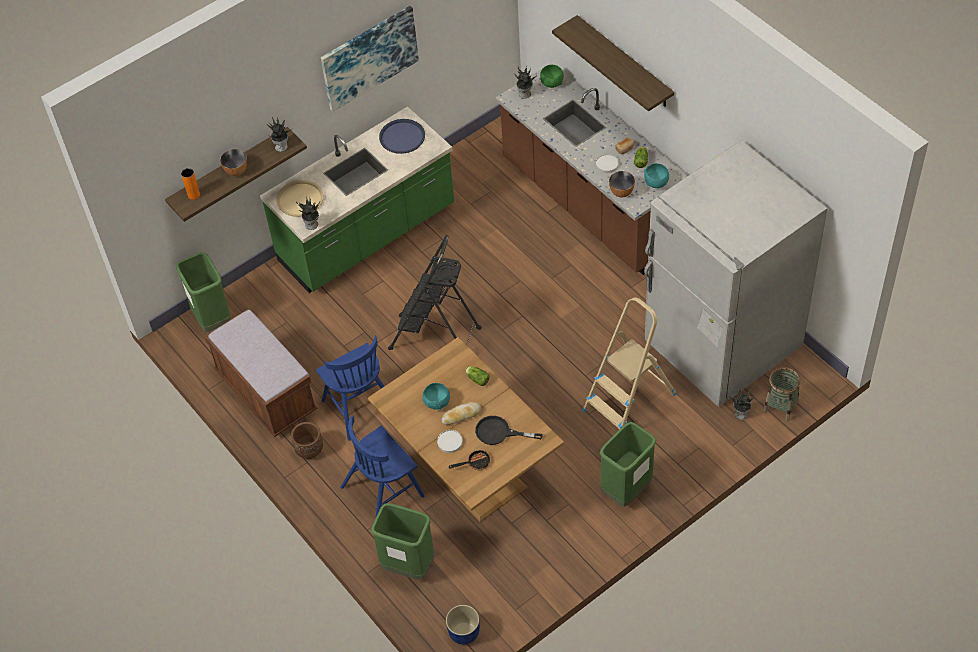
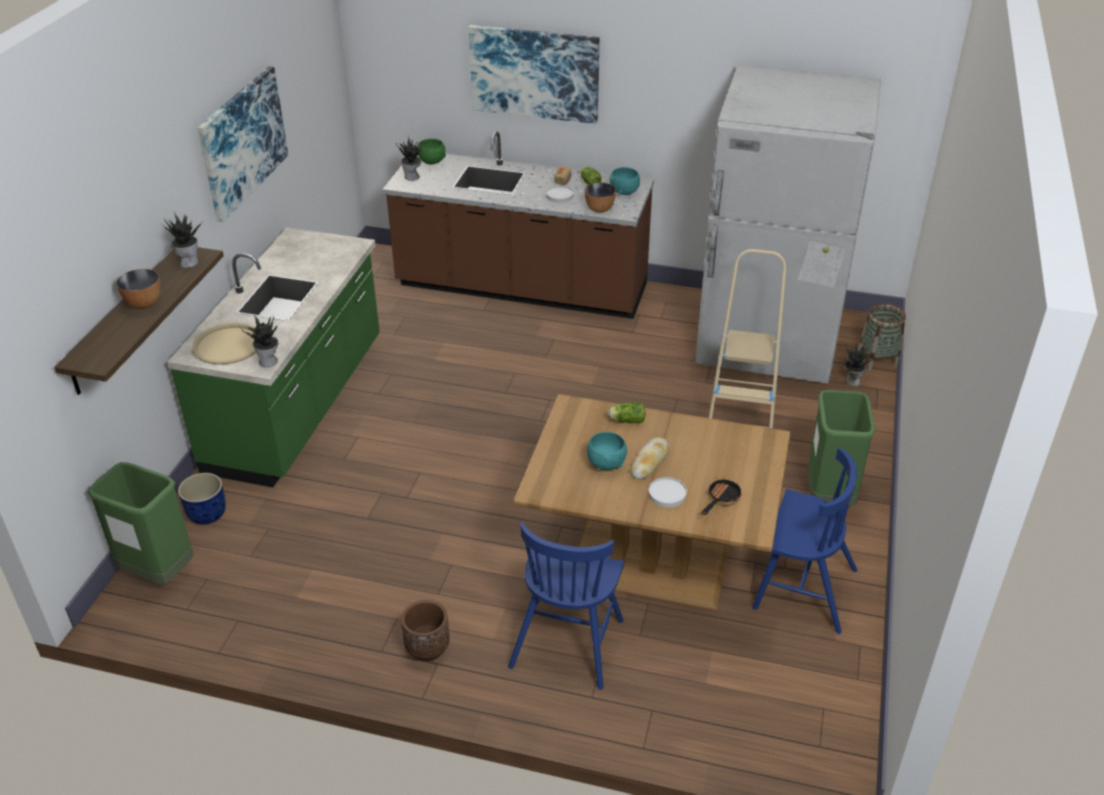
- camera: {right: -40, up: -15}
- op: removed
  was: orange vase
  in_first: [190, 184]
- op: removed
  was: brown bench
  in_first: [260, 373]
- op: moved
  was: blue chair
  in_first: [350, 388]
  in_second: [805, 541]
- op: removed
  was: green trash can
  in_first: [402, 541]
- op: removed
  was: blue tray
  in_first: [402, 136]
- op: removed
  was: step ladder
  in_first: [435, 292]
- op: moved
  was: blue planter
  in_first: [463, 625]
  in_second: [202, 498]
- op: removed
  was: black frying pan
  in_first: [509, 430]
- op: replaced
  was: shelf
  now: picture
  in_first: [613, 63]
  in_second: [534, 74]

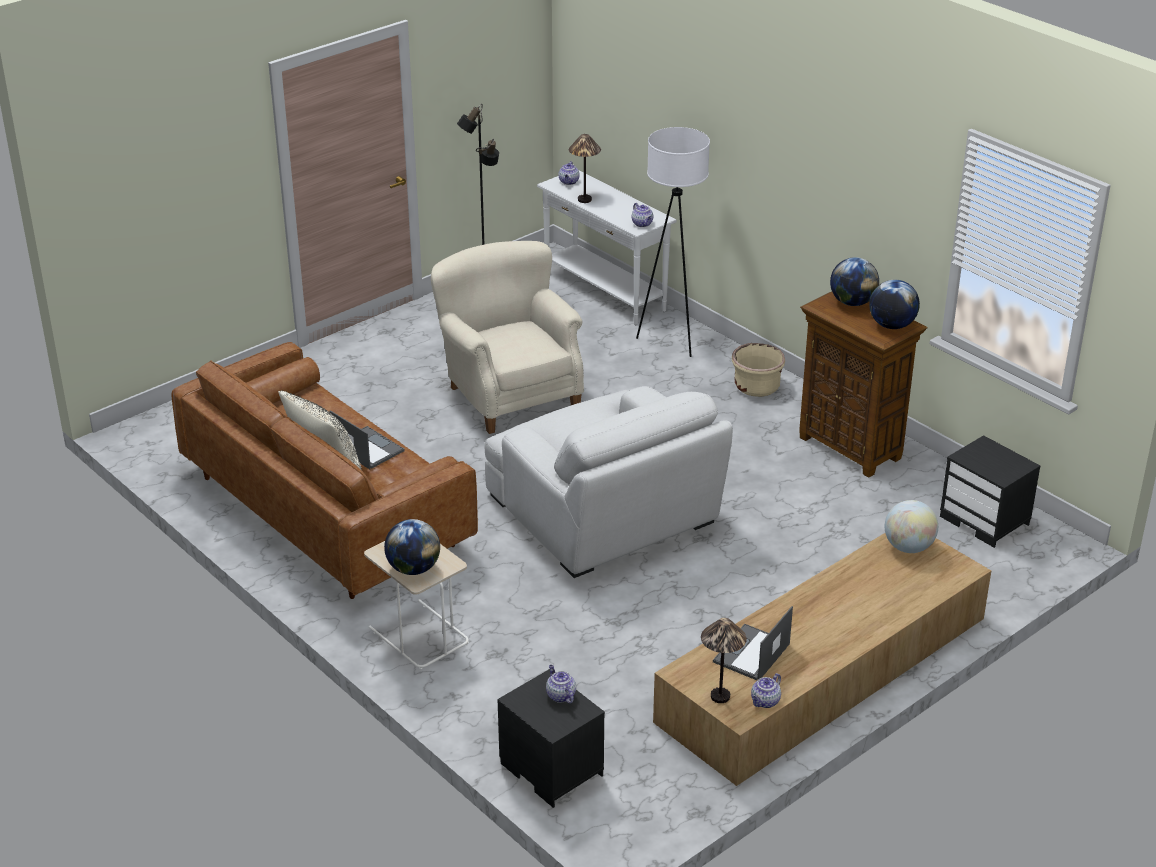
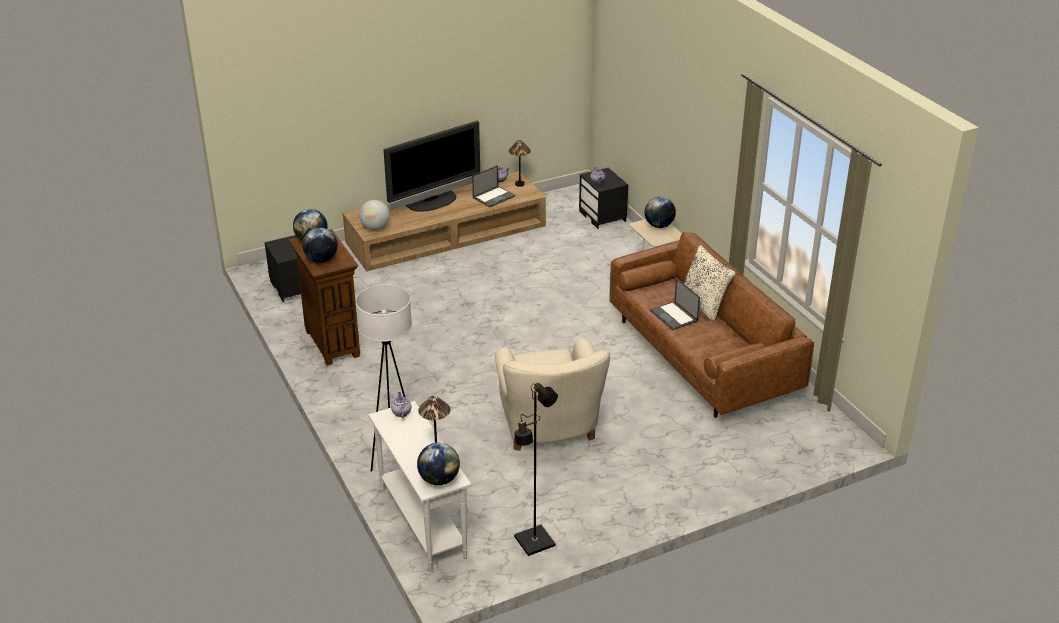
- camera: {right: -165, up: 0}
- op: removed
  was: white armchair
  in_first: [609, 482]
- op: replaced
  was: teapot
  now: globe
  in_first: [569, 173]
  in_second: [438, 464]
- op: removed
  was: beige planter
  in_first: [758, 370]
- op: added
  now: television
  in_second: [431, 166]

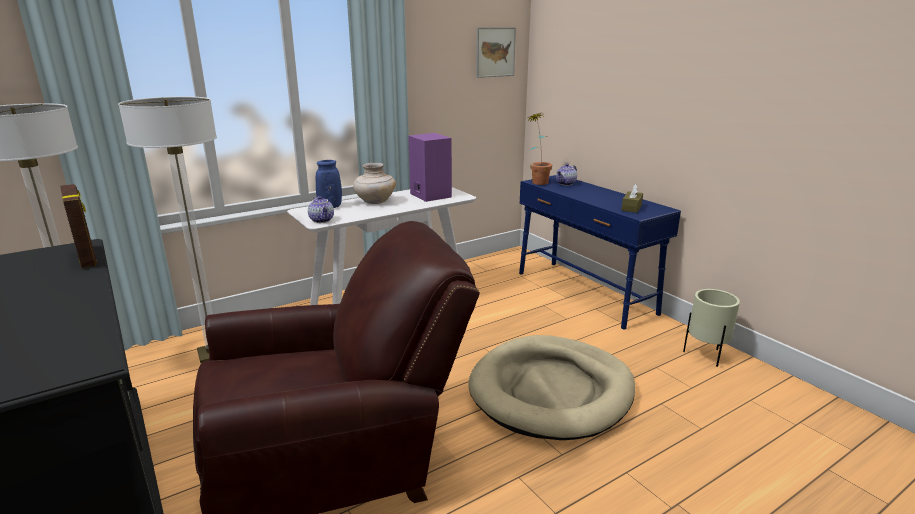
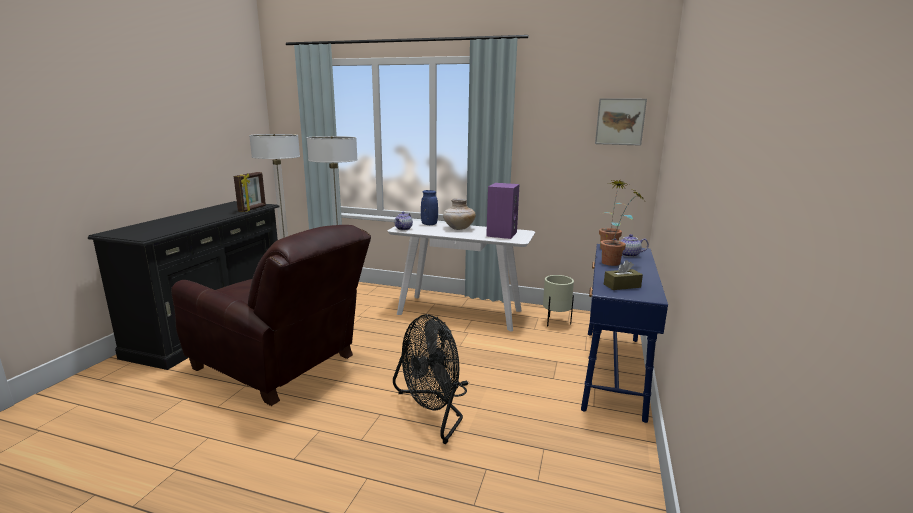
- camera: {right: 50, up: -5}
- op: replaced
  was: beige dog bed
  now: black fan
  in_first: [551, 387]
  in_second: [430, 379]
- op: moved
  was: beige planter
  in_first: [711, 328]
  in_second: [558, 300]
- op: added
  now: potted plant
  in_second: [622, 227]

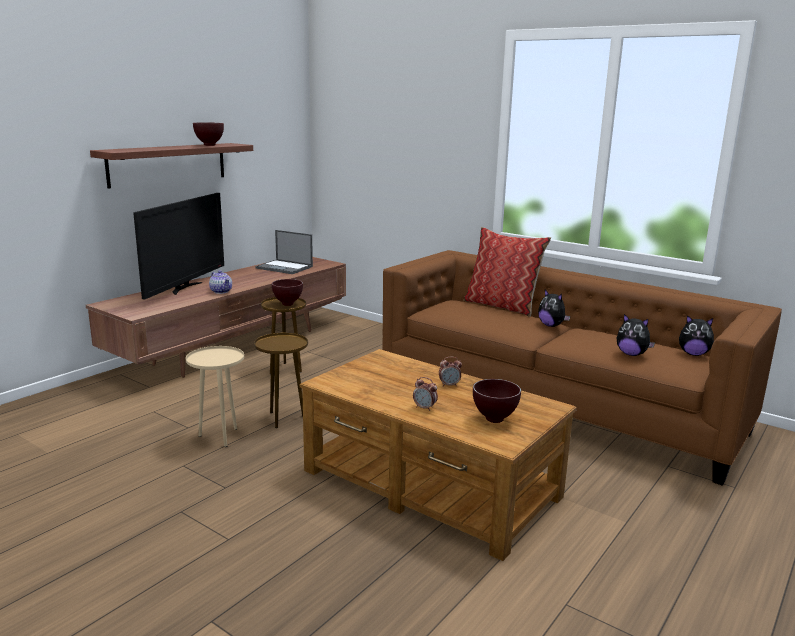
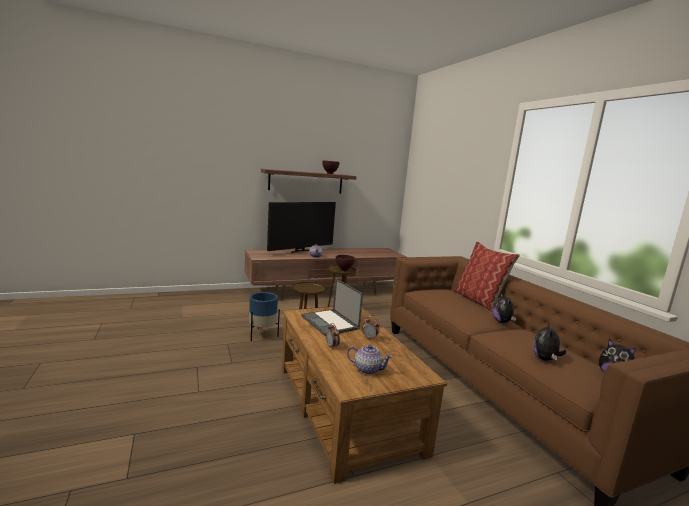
- camera: {right: 30, up: -5}
- op: replaced
  was: beige side table
  now: blue planter
  in_first: [215, 396]
  in_second: [264, 316]
- op: moved
  was: laptop
  in_first: [284, 252]
  in_second: [332, 307]
- op: replaced
  was: brown bowl
  now: teapot
  in_first: [497, 401]
  in_second: [370, 360]
- op: turned
  was: plush toy
  in_first: [636, 335]
  in_second: [549, 341]
  clockwise: 45

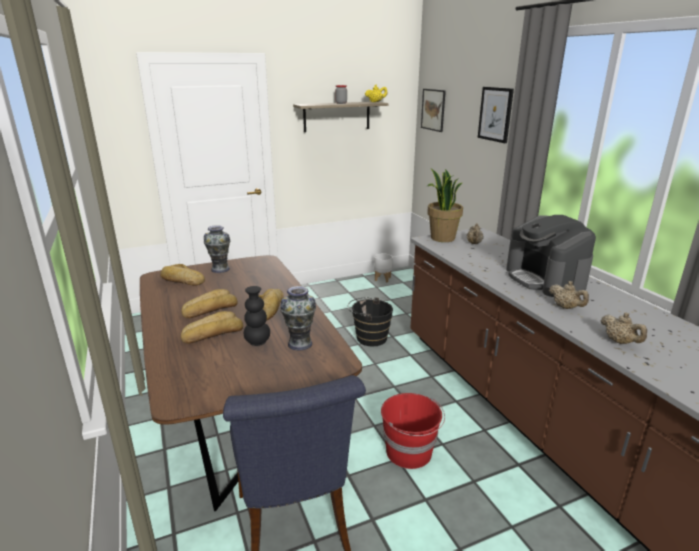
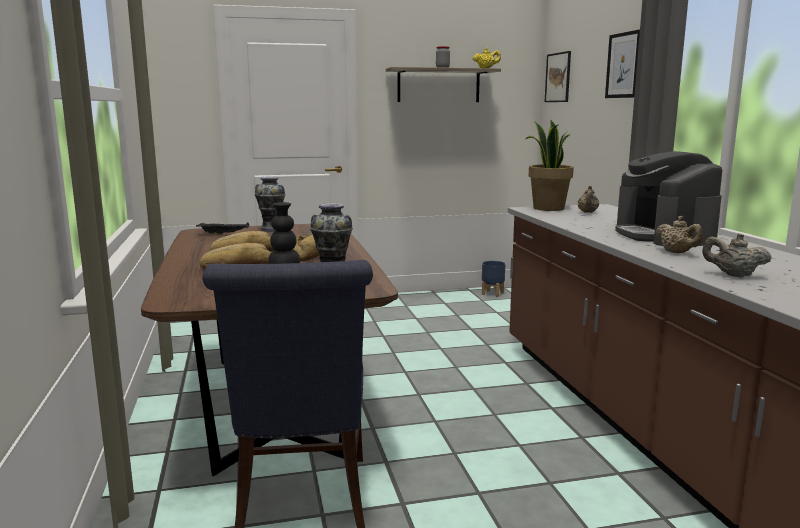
- camera: {right: 10, up: -10}
- op: replaced
  was: bread
  now: black tray
  in_first: [182, 275]
  in_second: [222, 228]
- op: removed
  was: black bucket
  in_first: [370, 322]
- op: recoloured
  was: white planter
  now: blue planter
  in_first: [383, 268]
  in_second: [493, 279]
- op: removed
  was: red bucket
  in_first: [413, 431]
- op: turned
  was: beige teapot
  in_first: [624, 328]
  in_second: [737, 255]
  clockwise: 135

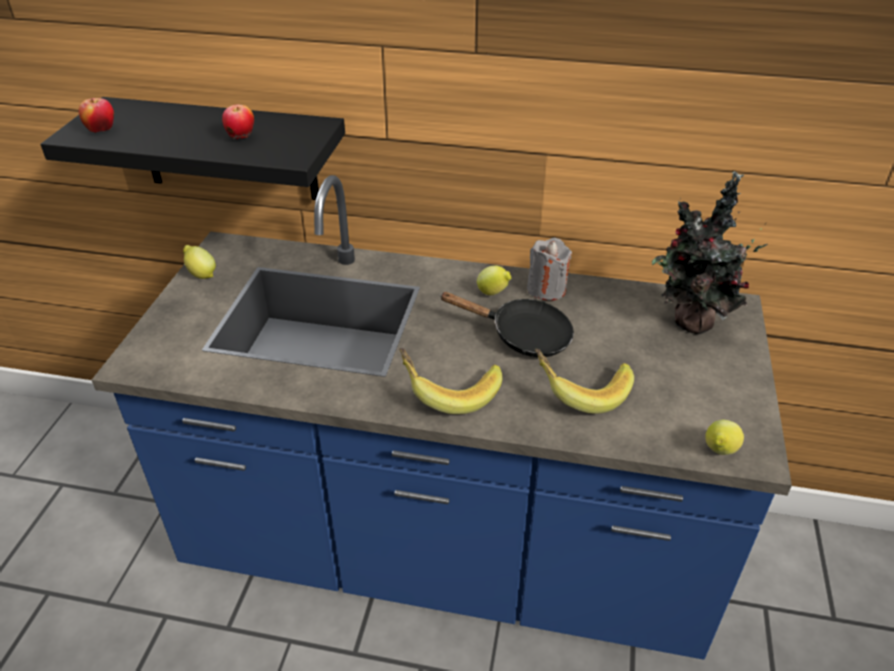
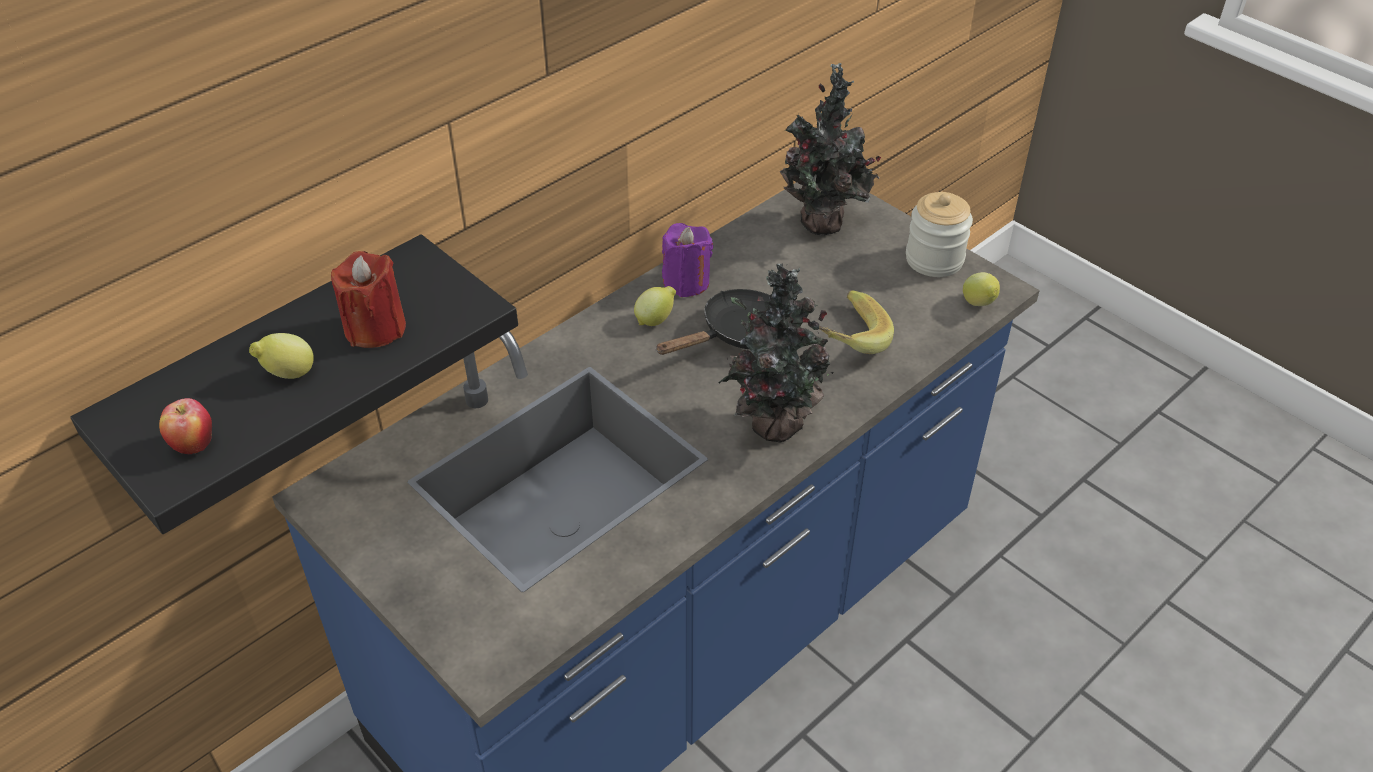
- camera: {right: -55, up: 5}
- op: moved
  was: lemon
  in_first: [199, 262]
  in_second: [281, 356]
- op: replaced
  was: apple
  now: red candle
  in_first: [238, 121]
  in_second: [368, 299]
- op: replaced
  was: banana
  now: potted plant
  in_first: [451, 381]
  in_second: [776, 353]
- op: recoloured
  was: grey candle
  now: purple candle
  in_first: [549, 269]
  in_second: [687, 260]
- op: added
  now: jar
  in_second: [939, 234]

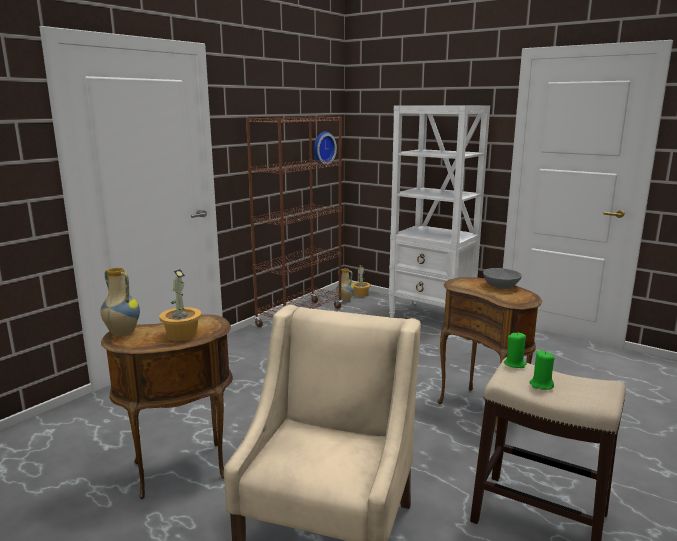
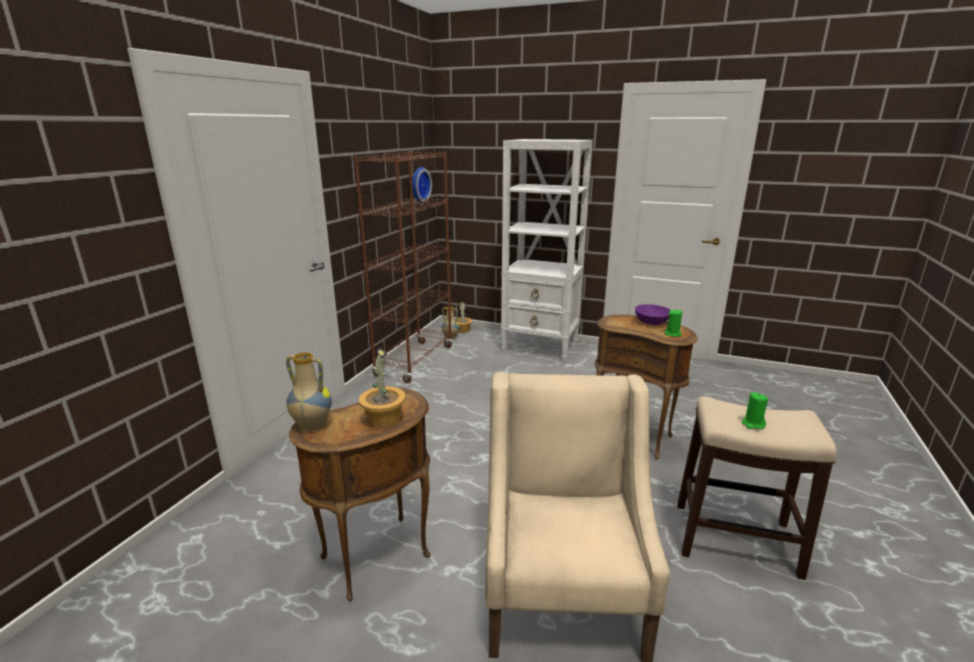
- camera: {right: -15, up: 5}
- op: recoloured
  was: grey bowl
  now: purple bowl
  in_first: [502, 278]
  in_second: [652, 314]
- op: moved
  was: green candle
  in_first: [515, 350]
  in_second: [673, 323]

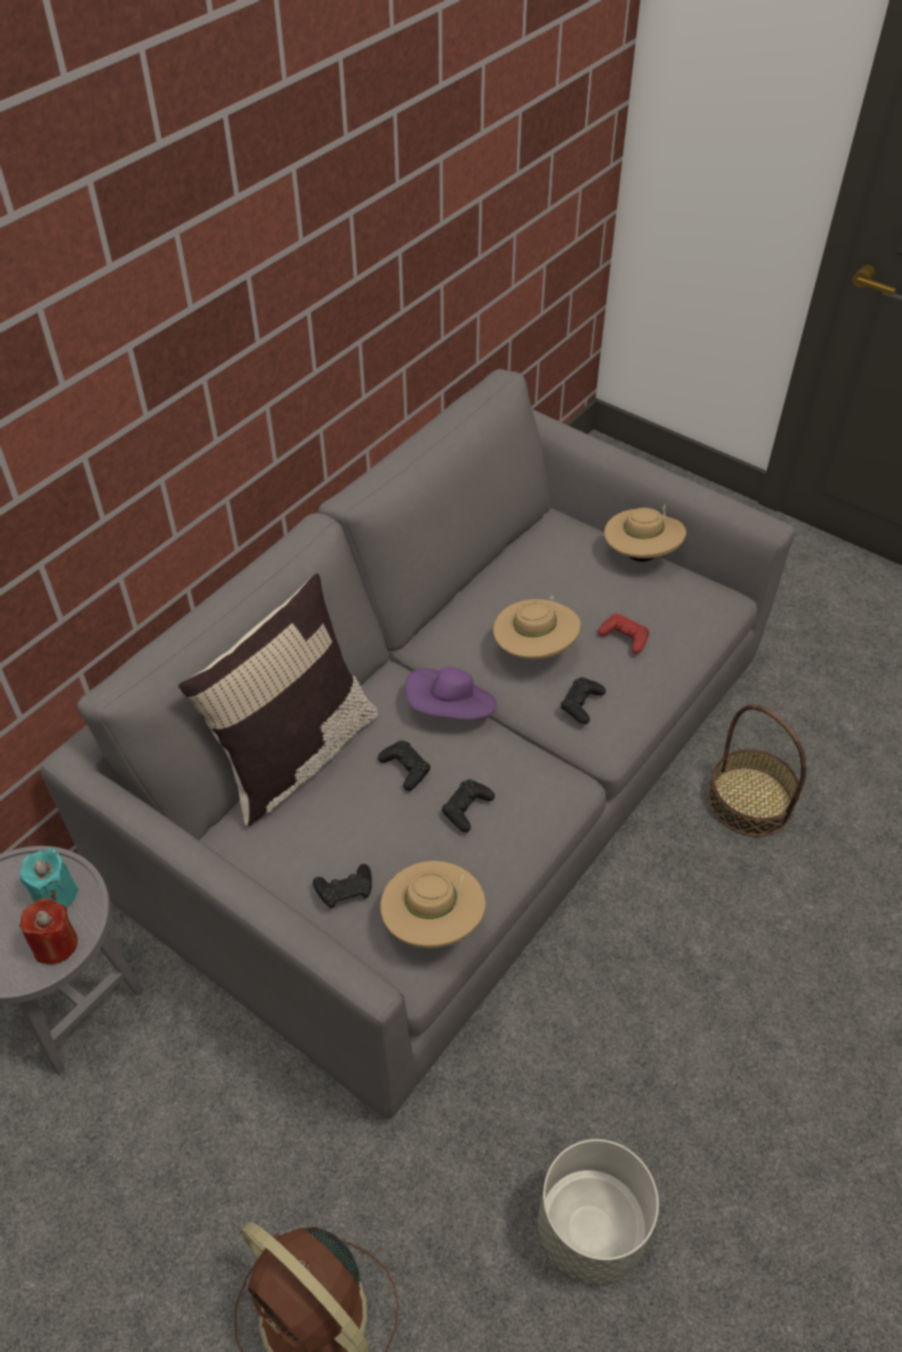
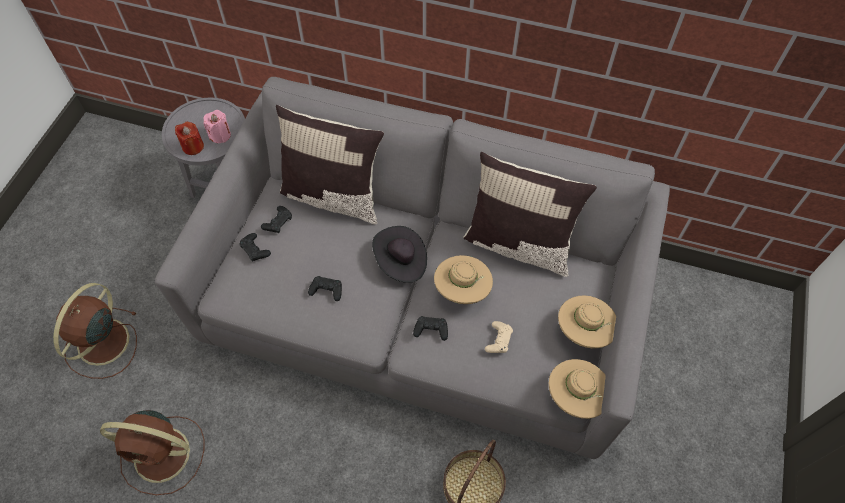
- camera: {right: 70, up: 10}
- op: recoloured
  was: turquoise candle
  now: pink candle
  in_first: [49, 878]
  in_second: [217, 126]
- op: moved
  was: black game controller
  in_first: [404, 766]
  in_second: [276, 219]
- op: moved
  was: beige hat
  in_first: [433, 904]
  in_second: [577, 389]
- op: recoloured
  was: purple hat
  now: black hat
  in_first: [451, 693]
  in_second: [399, 254]
- op: replaced
  was: grey planter
  now: brown fan
  in_first: [598, 1211]
  in_second: [152, 452]
- op: recoloured
  was: red game controller
  now: beige game controller
  in_first: [623, 633]
  in_second: [499, 337]
- op: added
  now: pillow
  in_second: [530, 214]

